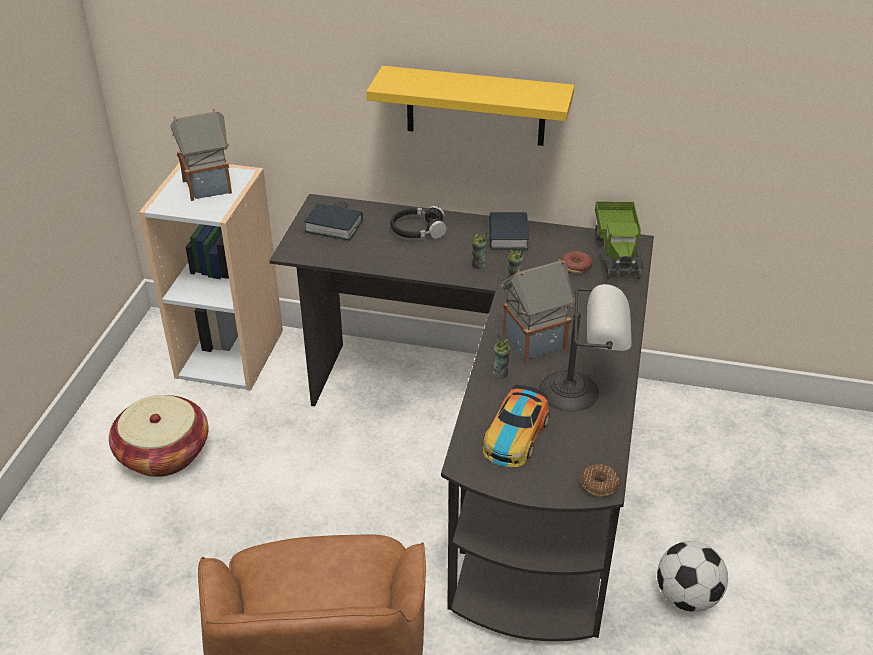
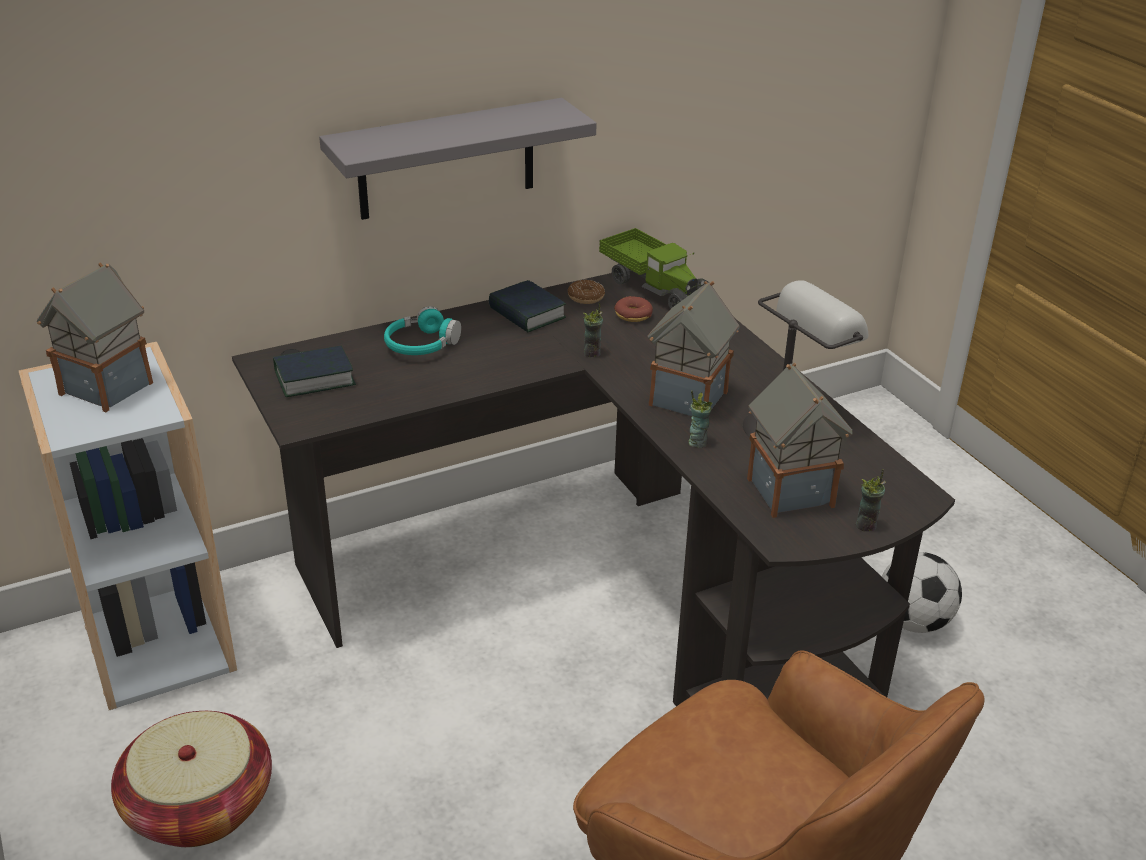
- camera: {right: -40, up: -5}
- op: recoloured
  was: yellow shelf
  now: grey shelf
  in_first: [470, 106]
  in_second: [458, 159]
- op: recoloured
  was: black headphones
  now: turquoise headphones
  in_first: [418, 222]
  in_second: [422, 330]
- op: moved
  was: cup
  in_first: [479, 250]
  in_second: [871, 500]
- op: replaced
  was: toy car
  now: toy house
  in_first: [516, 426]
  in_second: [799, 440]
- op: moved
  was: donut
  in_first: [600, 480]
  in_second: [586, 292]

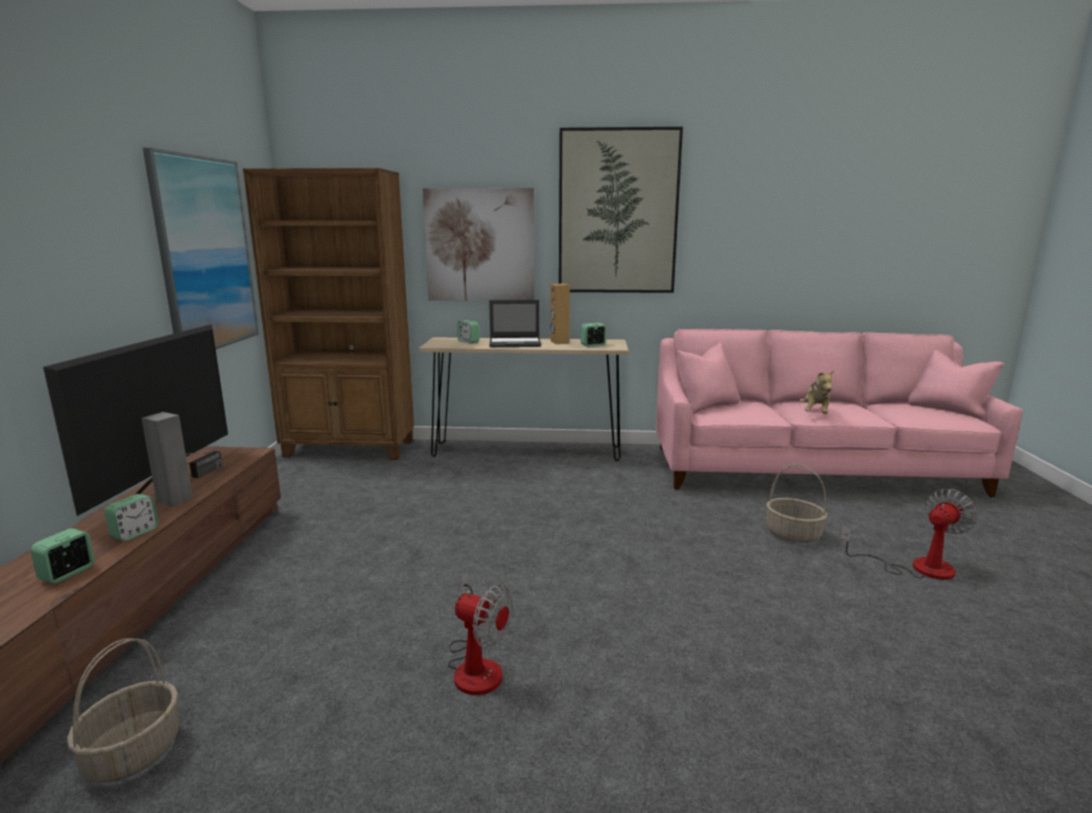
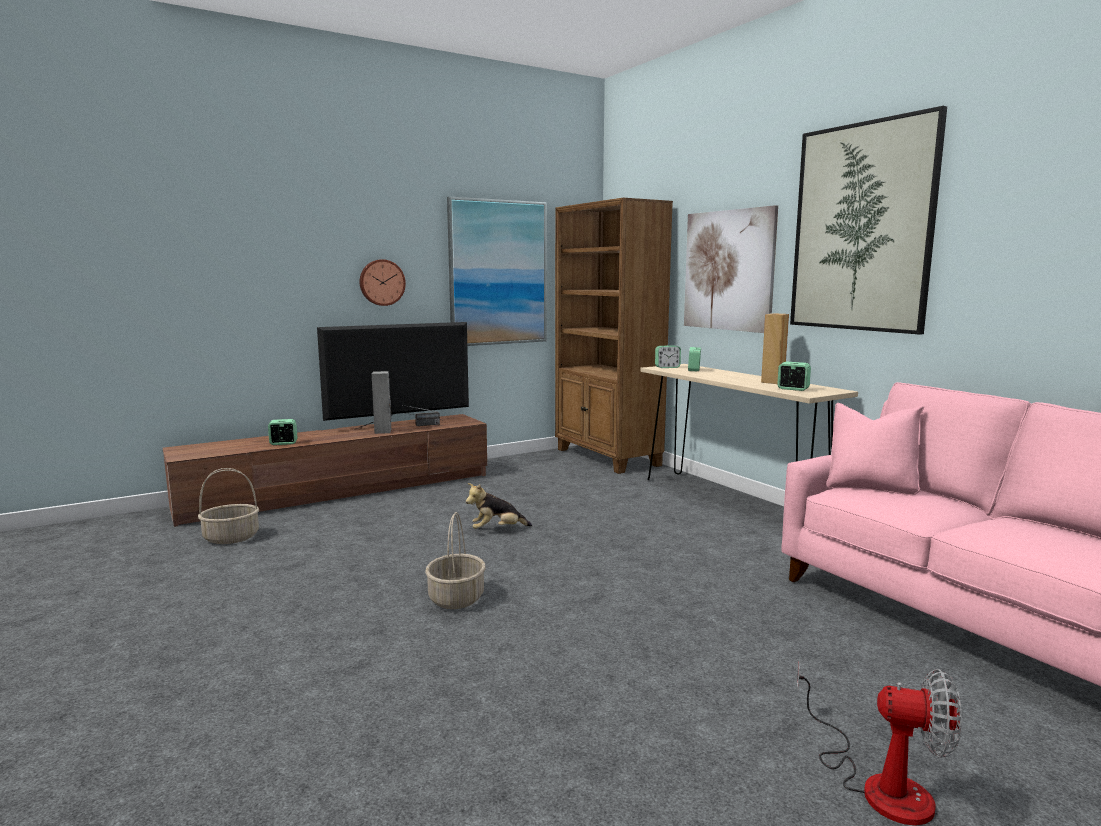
- camera: {right: 55, up: -5}
- op: moved
  was: alarm clock
  in_first: [131, 517]
  in_second: [668, 356]
- op: removed
  was: fan
  in_first: [480, 634]
- op: removed
  was: laptop
  in_first: [515, 323]
- op: moved
  was: basket
  in_first: [796, 503]
  in_second: [455, 560]
- op: moved
  was: plush toy
  in_first: [817, 392]
  in_second: [499, 506]
- op: added
  now: wall clock
  in_second: [383, 282]

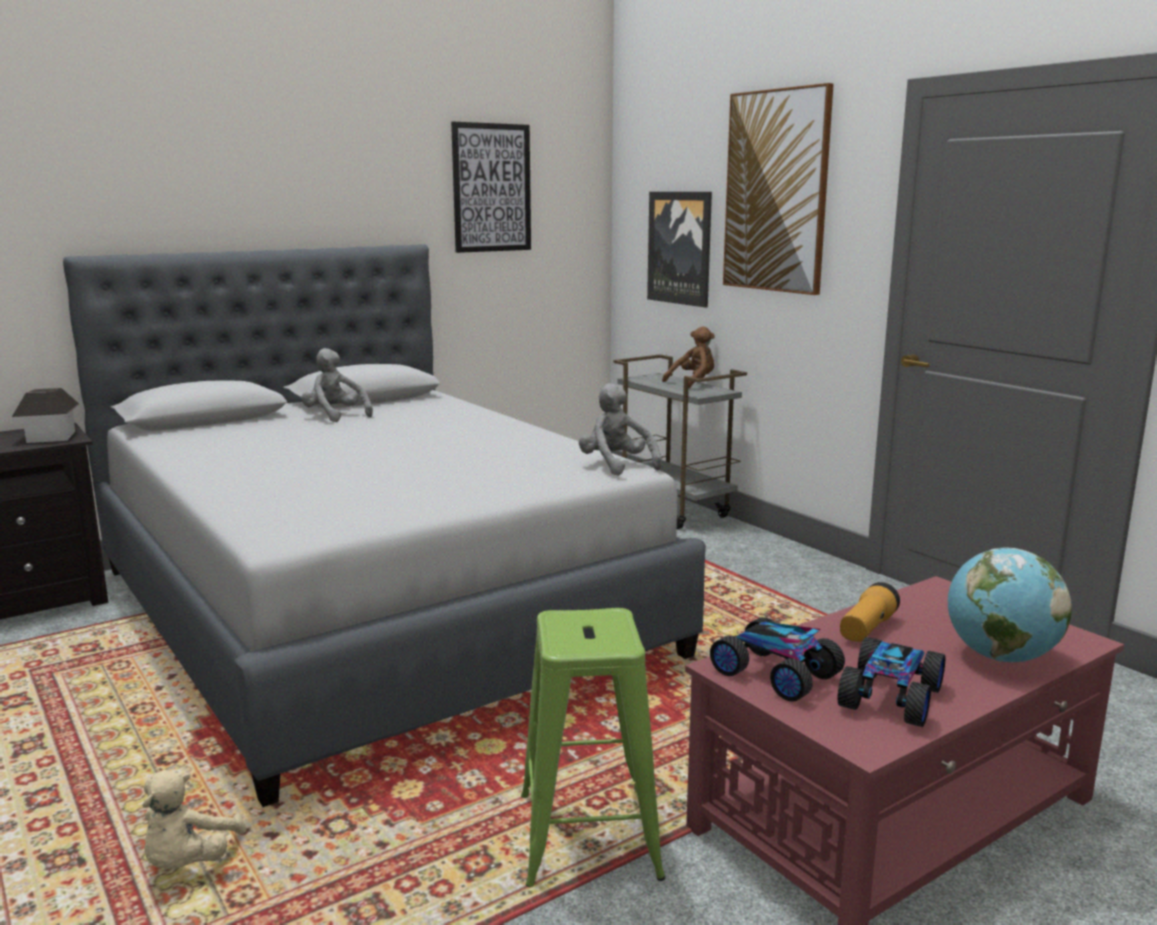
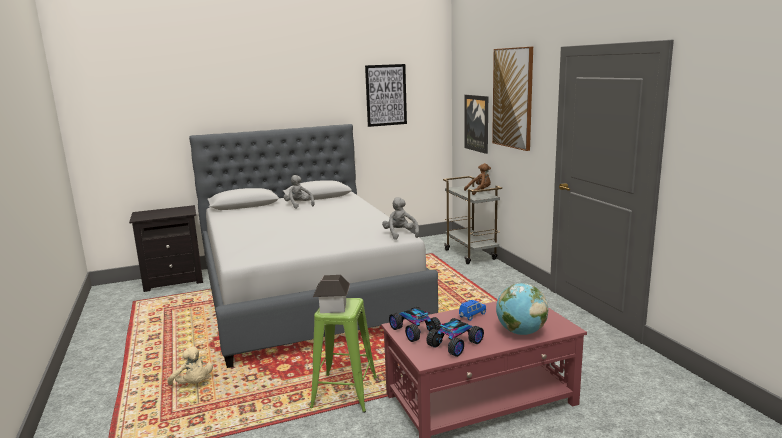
- camera: {right: 15, up: 0}
- op: moved
  was: toy house
  in_first: [46, 415]
  in_second: [331, 294]
- op: turned
  was: beige plush toy
  in_first: [194, 819]
  in_second: [190, 365]
  clockwise: -75
- op: replaced
  was: flashlight
  now: blue toy car
  in_first: [870, 612]
  in_second: [472, 310]

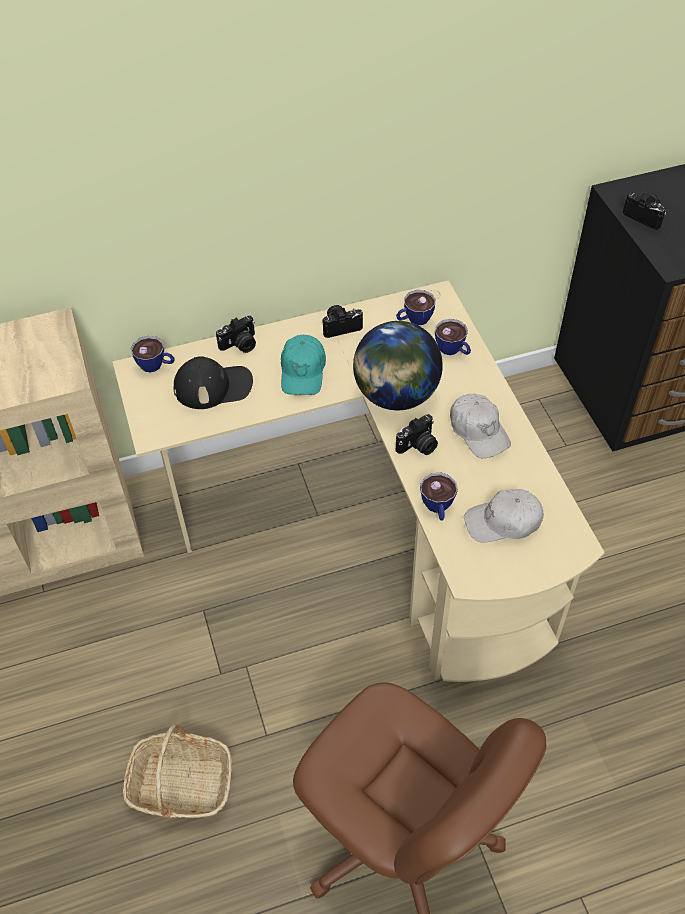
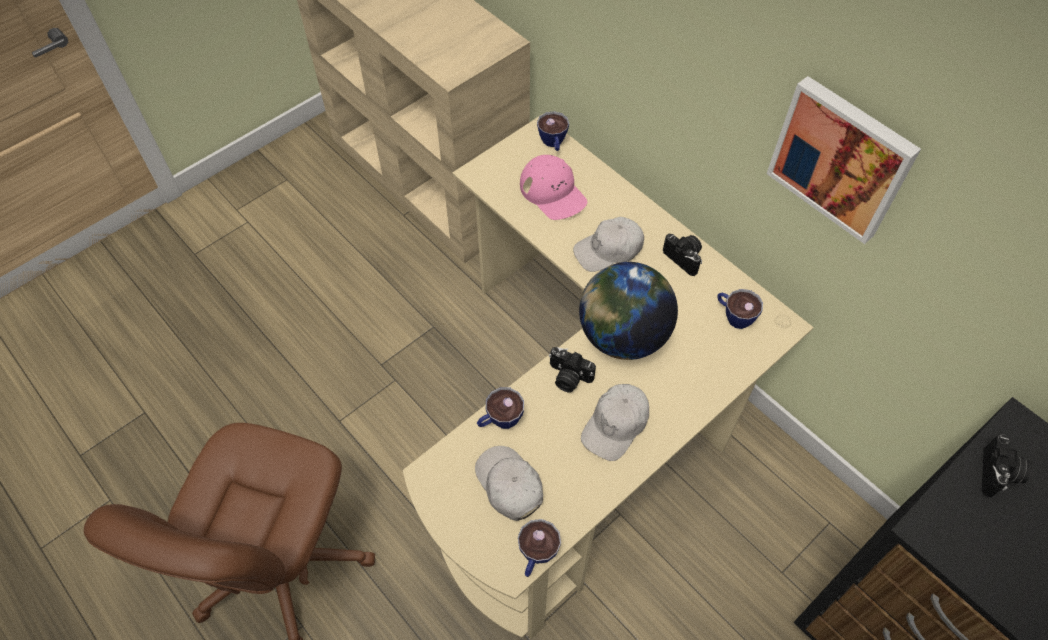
- camera: {right: 65, up: 5}
- op: removed
  was: basket
  in_first: [177, 771]
- op: recoloured
  was: black cap
  now: pink cap
  in_first: [213, 382]
  in_second: [553, 187]
- op: removed
  was: photo camera
  in_first: [236, 334]
- op: recoloured
  was: turquoise cap
  now: white cap
  in_first: [303, 365]
  in_second: [608, 244]
- op: moved
  was: cup
  in_first: [453, 337]
  in_second: [539, 548]
- op: added
  now: picture
  in_second: [843, 160]

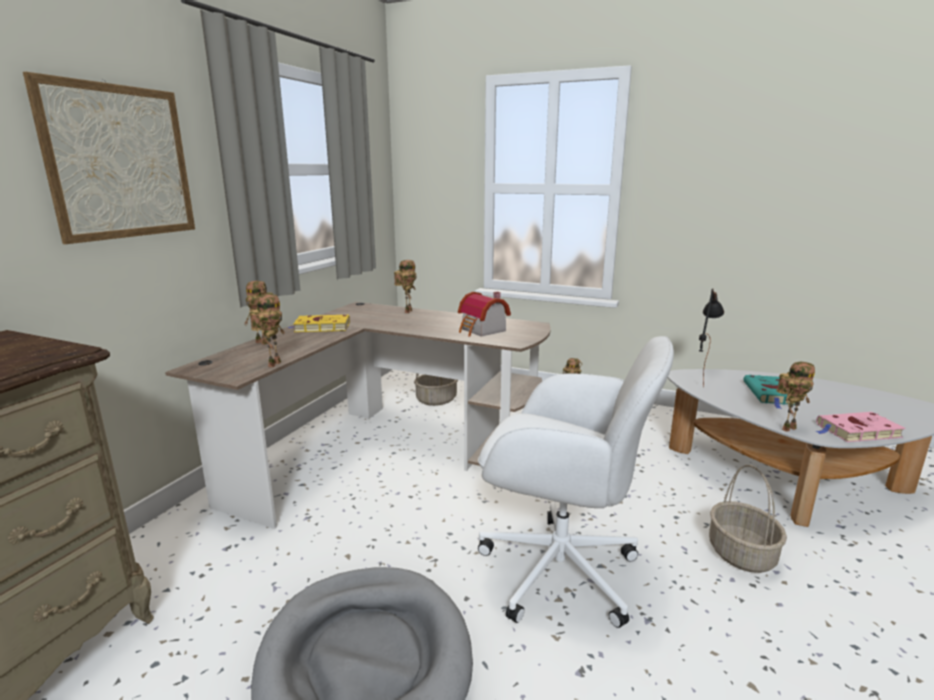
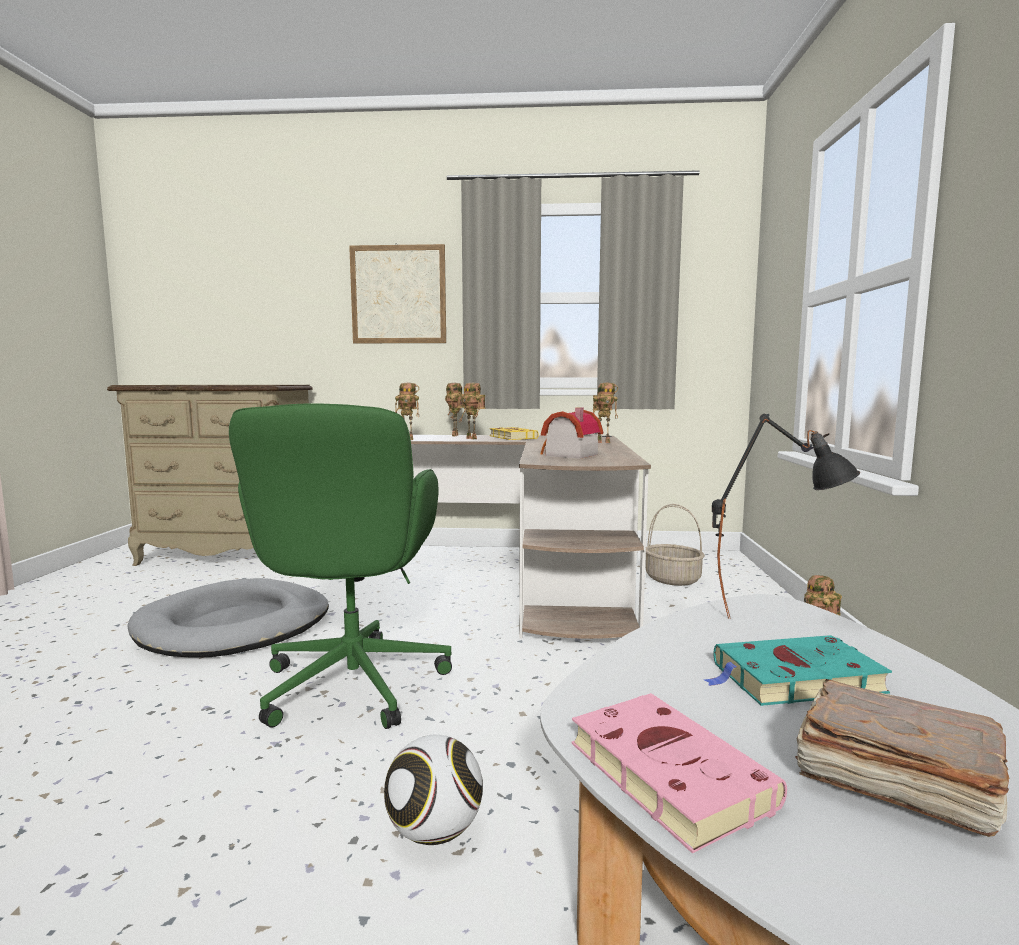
- camera: {right: 70, up: -10}
- op: recoloured
  was: white office chair
  now: green office chair
  in_first: [576, 482]
  in_second: [340, 566]
- op: replaced
  was: basket
  now: football
  in_first: [748, 519]
  in_second: [433, 790]
- op: moved
  was: toy robot
  in_first: [795, 397]
  in_second: [472, 411]
- op: added
  now: brown book
  in_second: [902, 758]

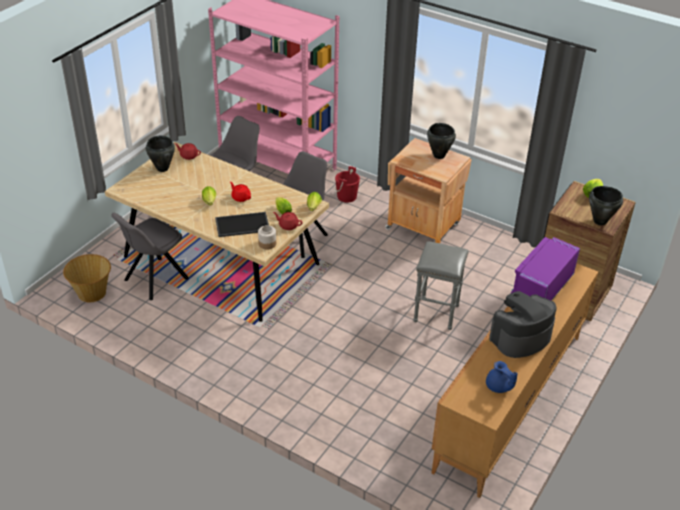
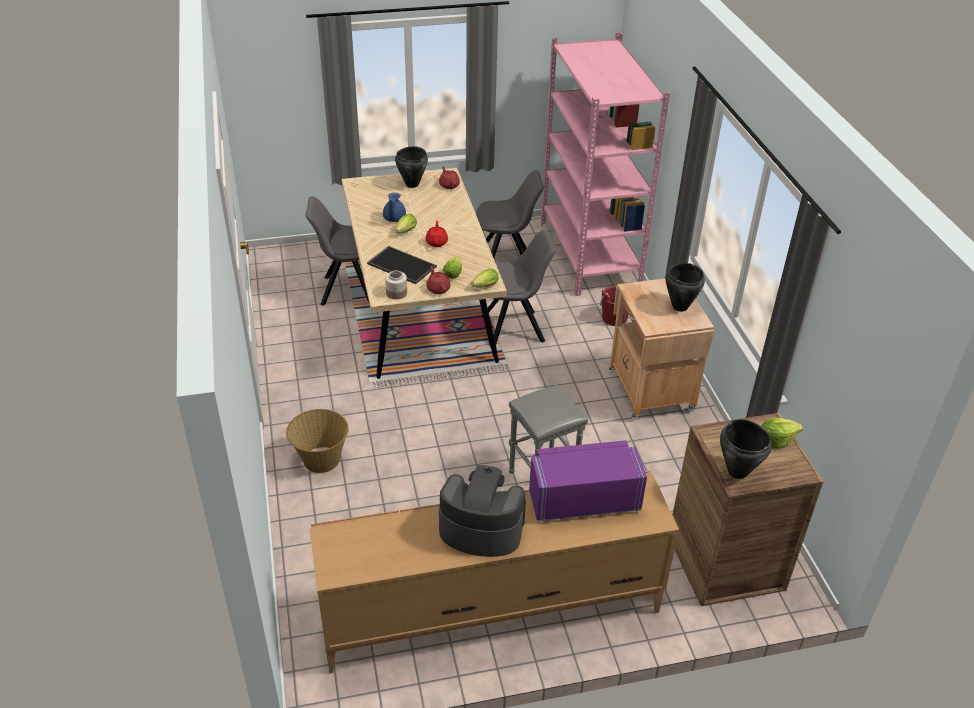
- camera: {right: 45, up: 0}
- op: moved
  was: basket
  in_first: [87, 278]
  in_second: [317, 441]
- op: moved
  was: blue teapot
  in_first: [502, 377]
  in_second: [394, 207]

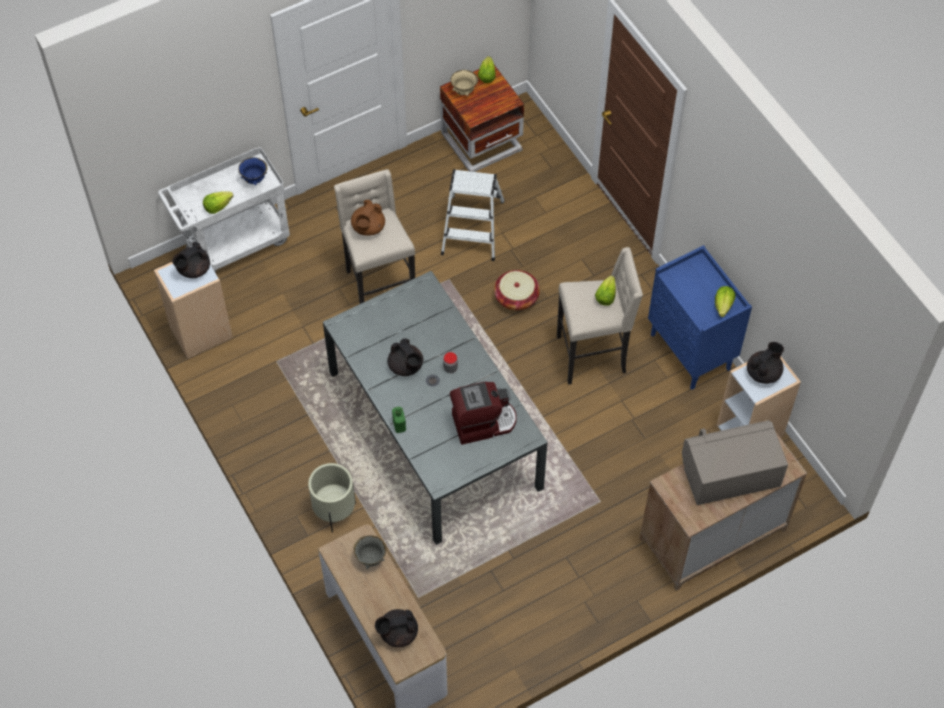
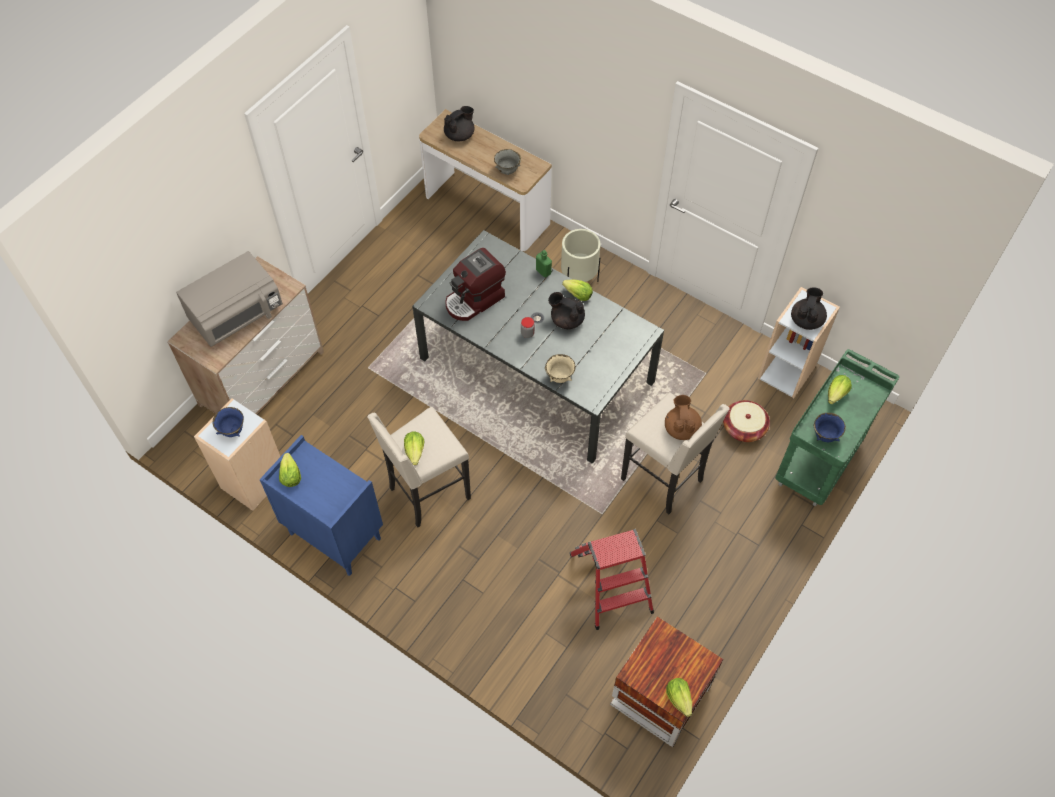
- camera: {right: 155, up: 0}
- op: recoloured
  was: white cart
  now: green cart
  in_first: [224, 210]
  in_second: [837, 427]
- op: recoloured
  was: white step ladder
  now: red step ladder
  in_first: [473, 215]
  in_second: [612, 579]
- op: moved
  was: beige bowl
  in_first: [464, 83]
  in_second: [560, 368]
- op: moved
  was: basket
  in_first: [517, 290]
  in_second: [746, 421]
- op: replaced
  was: black teapot
  now: blue bowl
  in_first: [765, 363]
  in_second: [228, 422]
- op: added
  now: lettuce
  in_second: [577, 290]

